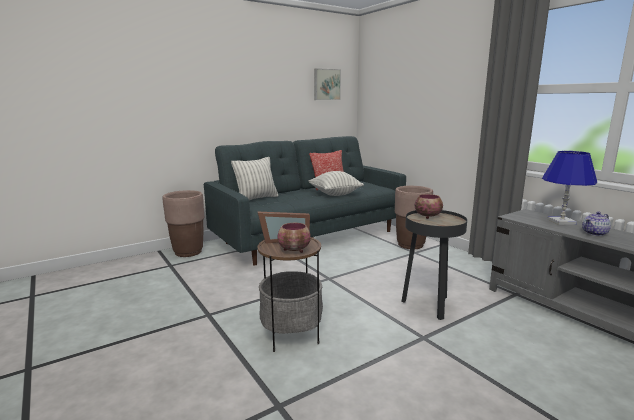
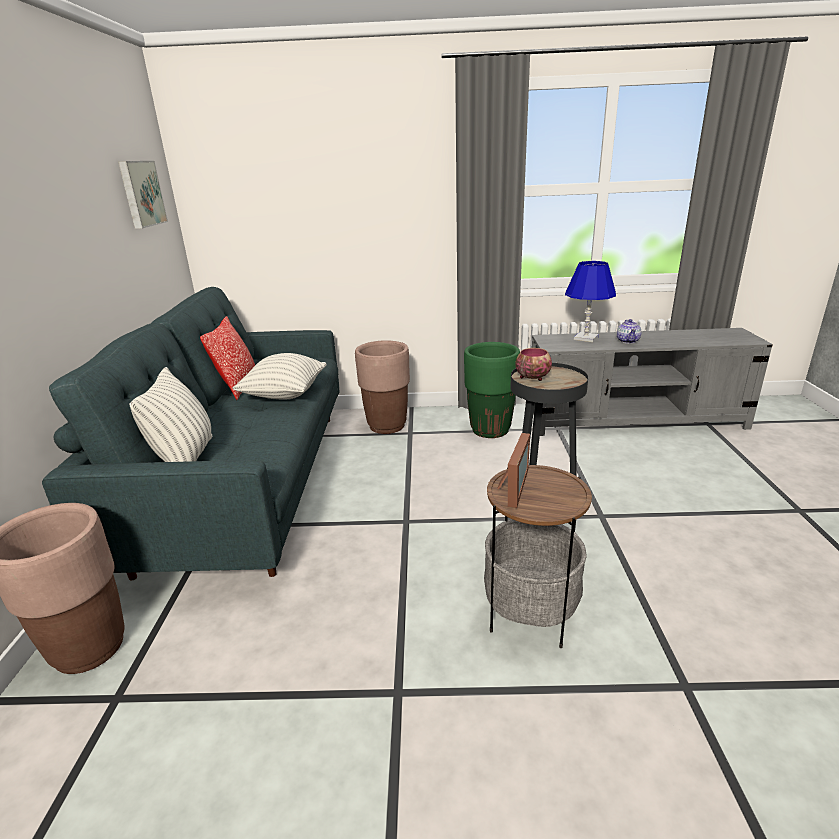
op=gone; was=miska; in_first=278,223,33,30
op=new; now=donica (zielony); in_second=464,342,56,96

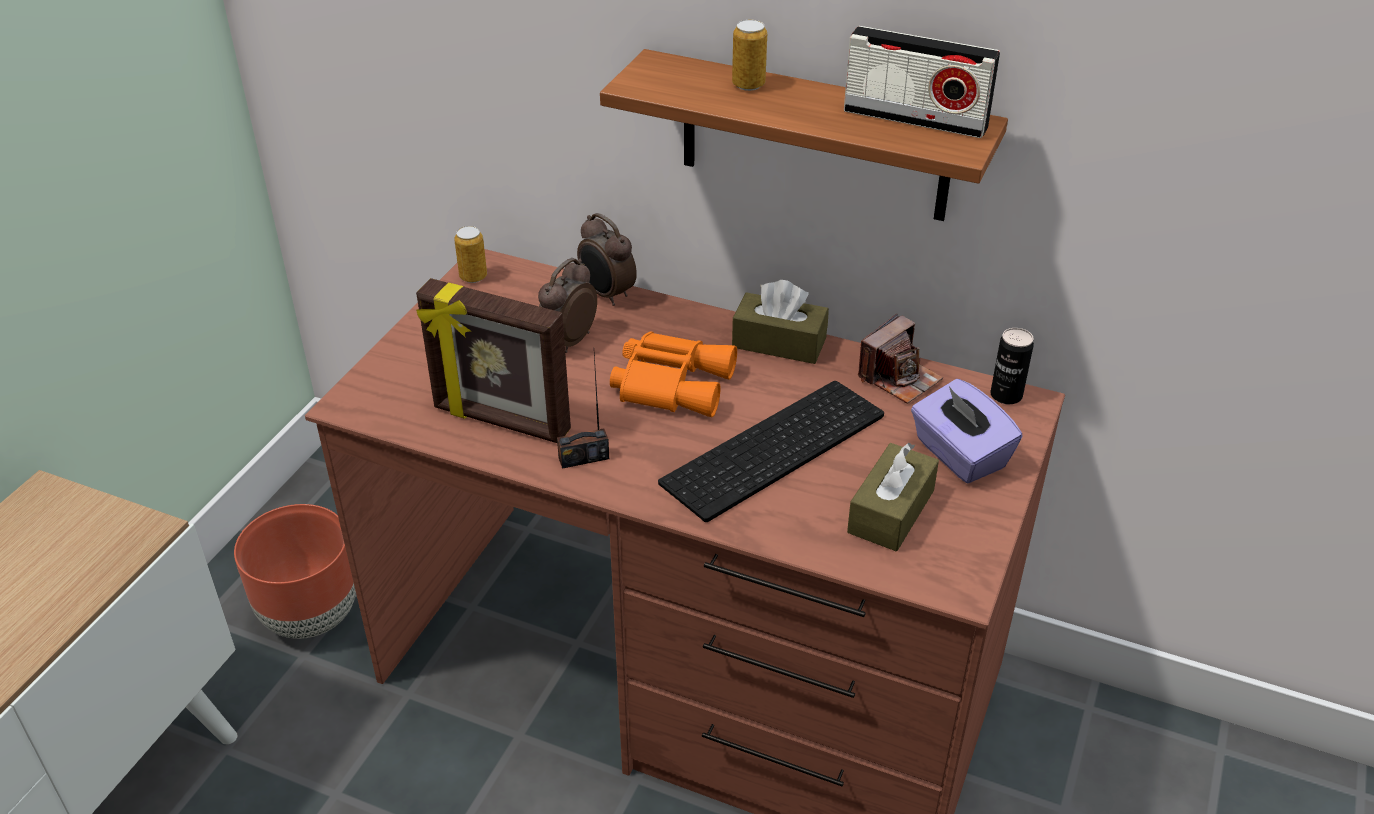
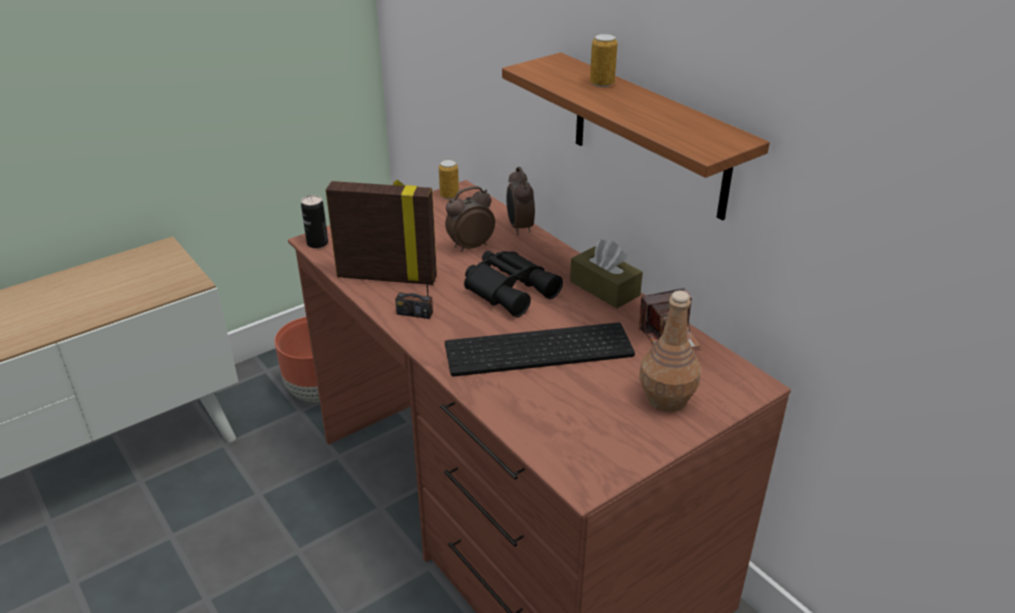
op=gone; was=radio; in_first=844,26,156,112
op=gone; was=pudełko chusteczek (brązowy); in_first=847,443,92,108
op=shifted; was=puszka; in_first=990,328,44,76; in_second=301,195,27,53
op=swapped; was=pudełko chusteczek (fioletowy); now=butelka (brązowy); in_first=911,379,112,104; in_second=639,291,62,121
op=repainted; was=lornetka (pomarańczowy); now=lornetka (czarny); in_first=610,331,127,86; in_second=464,251,99,66
op=rotated; was=ramka na zdjęcie; in_first=416,278,155,165; in_second=326,180,111,105; clockwise=135

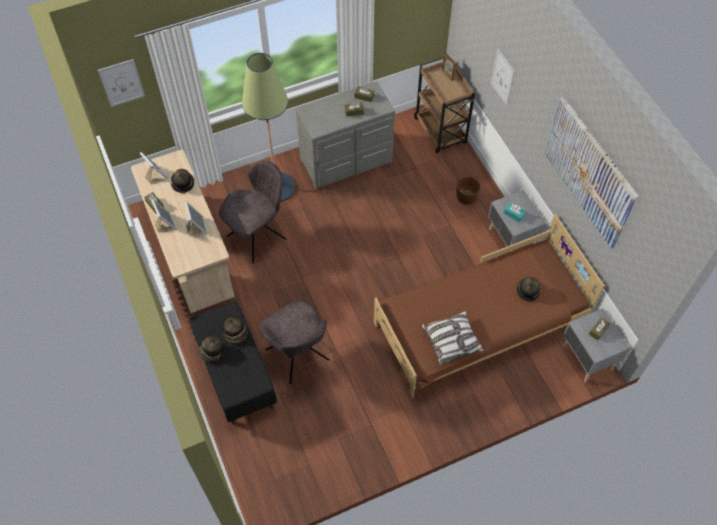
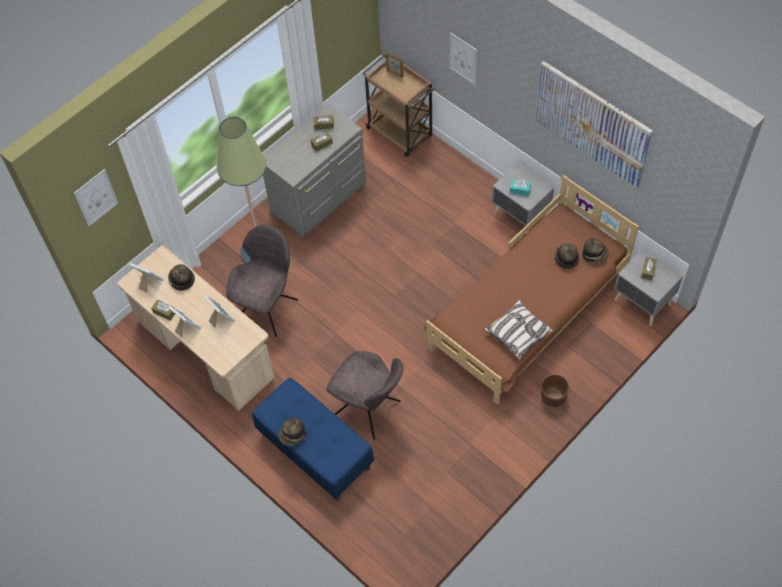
op=shifted; was=kapelusz; in_first=223,317,25,27; in_second=582,239,27,25
op=shifted; was=donica (brązowy); in_first=456,176,25,29; in_second=541,374,29,33
op=repainted; was=ławka (czarny); now=ławka (niebieski); in_first=190,301,87,124; in_second=252,378,122,123

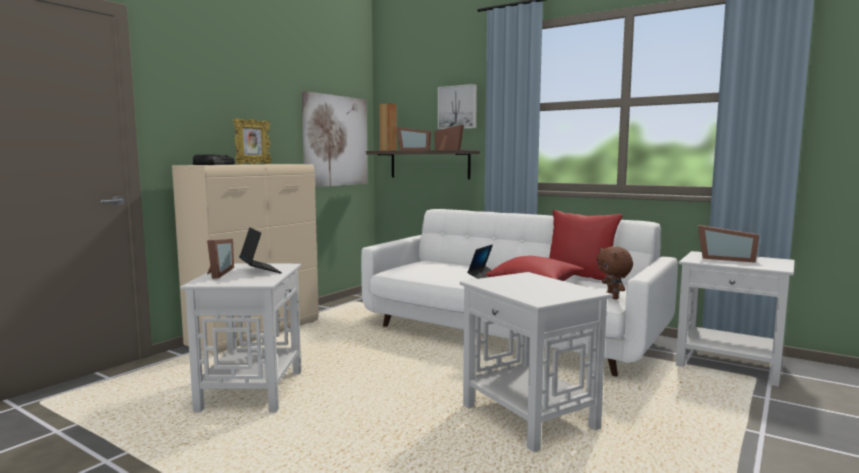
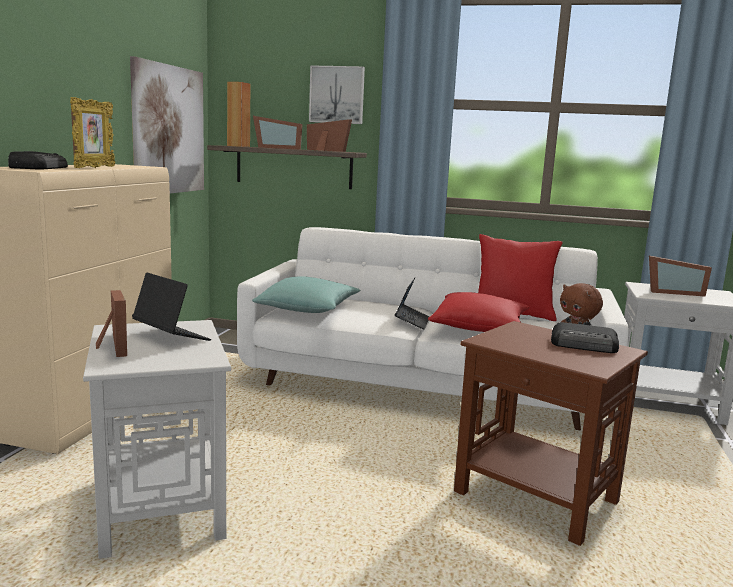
op=new; now=poduszka (turkusowy); in_second=252,276,108,37
op=new; now=radio; in_second=551,322,68,31
op=repainted; was=stolik (biały); now=stolik (brązowy); in_first=460,272,153,180; in_second=454,321,194,225

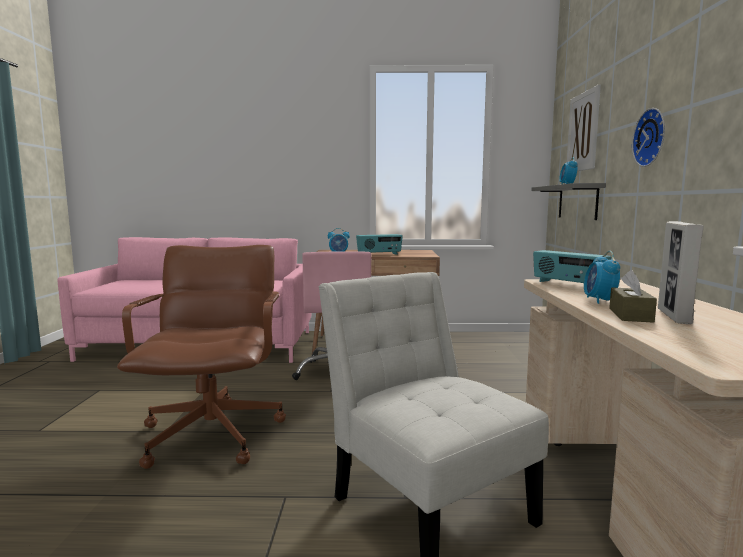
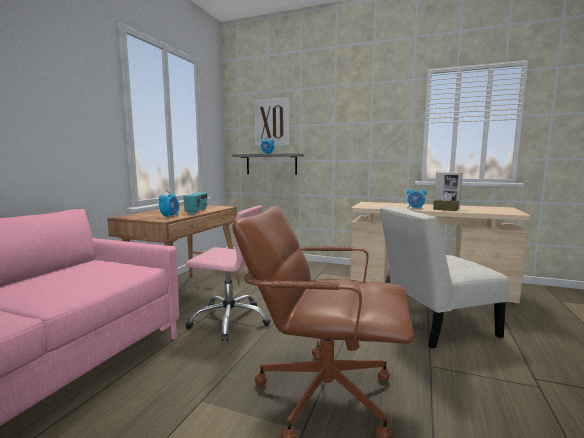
op=gone; was=radio; in_first=533,250,78,33
op=gone; was=zegar ścienny; in_first=632,108,33,59

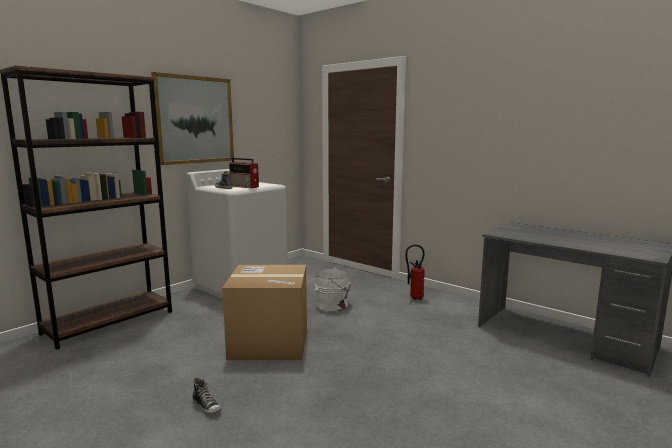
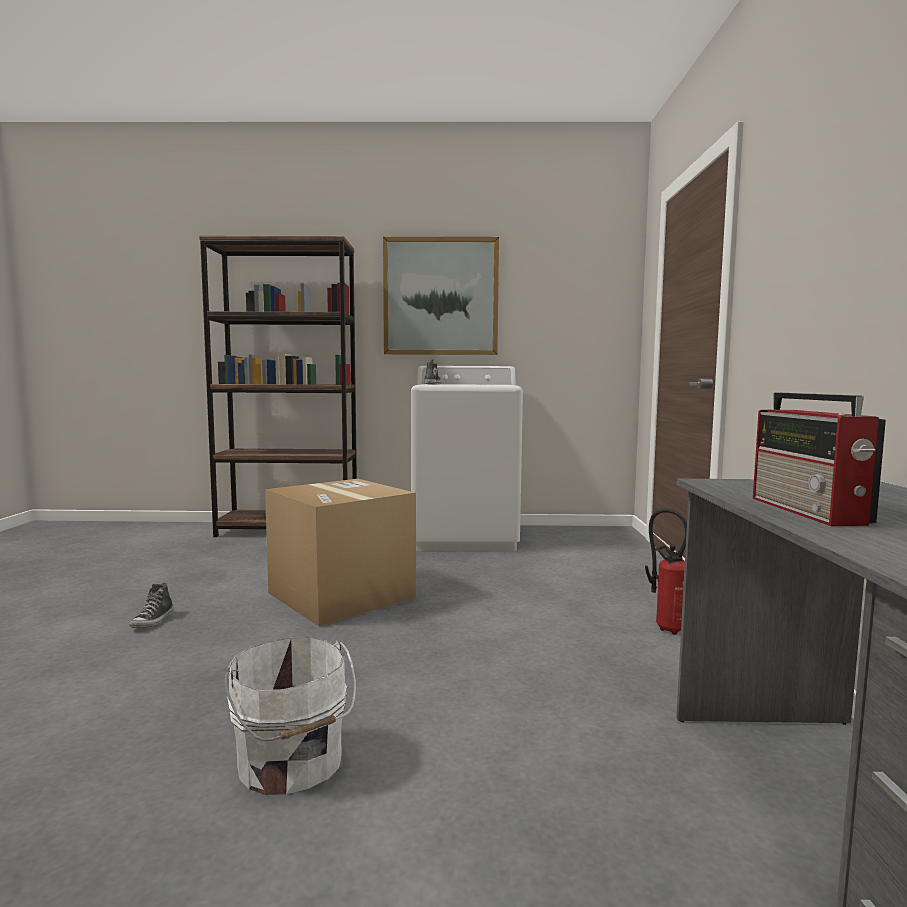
op=shifted; was=radio; in_first=229,158,30,30; in_second=753,393,133,133
op=shifted; was=wiadro (biały); in_first=315,267,36,44; in_second=225,637,131,158

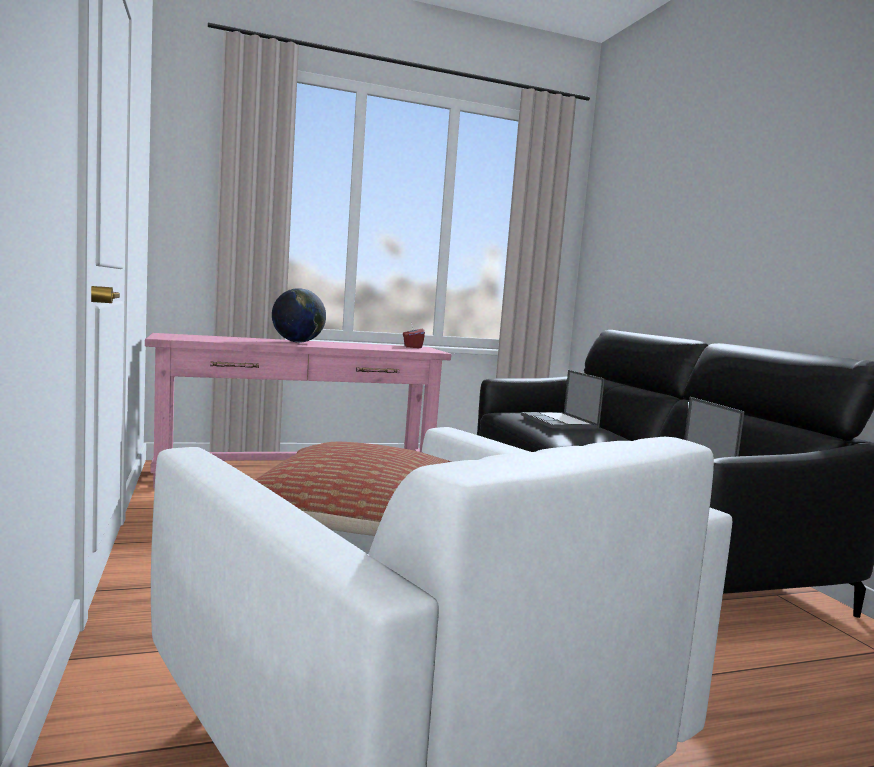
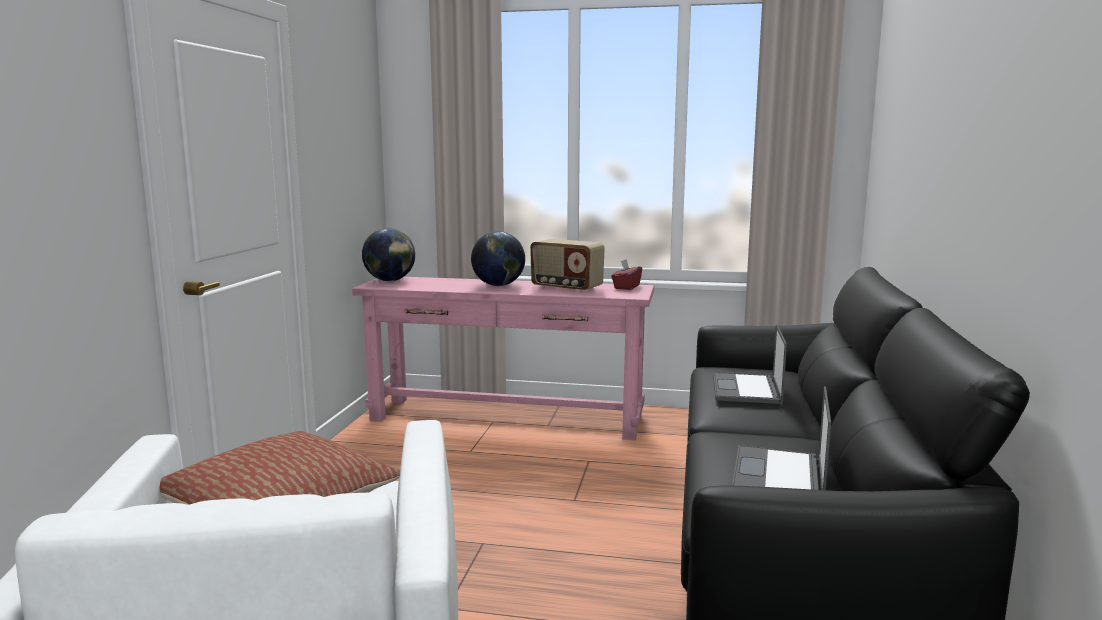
op=new; now=globus; in_second=362,228,53,53
op=new; now=radio; in_second=530,239,75,53

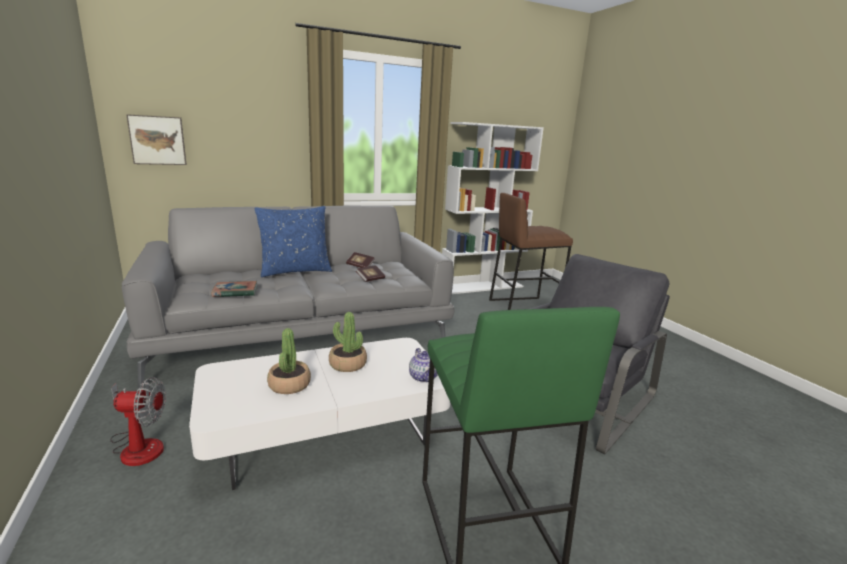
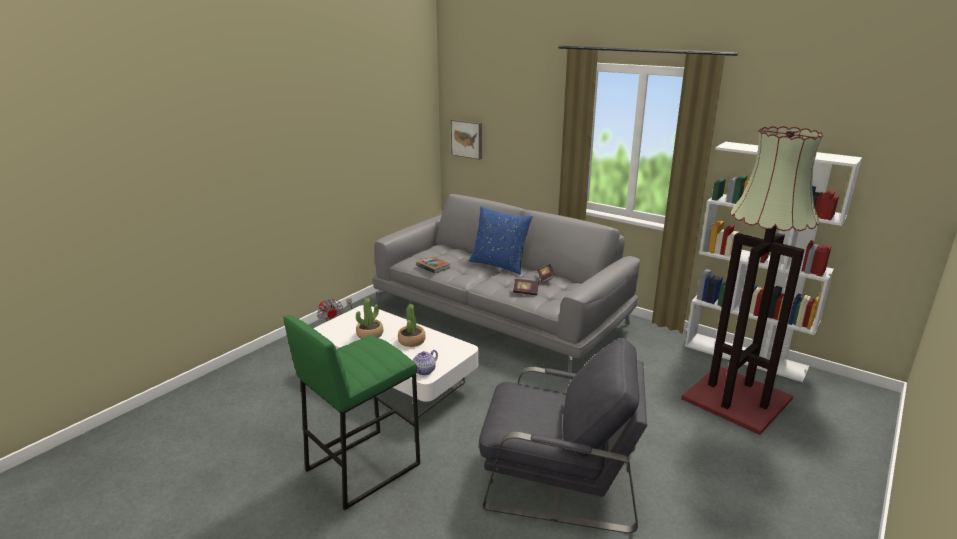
op=swapped; was=stołek (brązowy); now=lampa stojąca; in_first=489,193,84,117; in_second=681,126,142,309

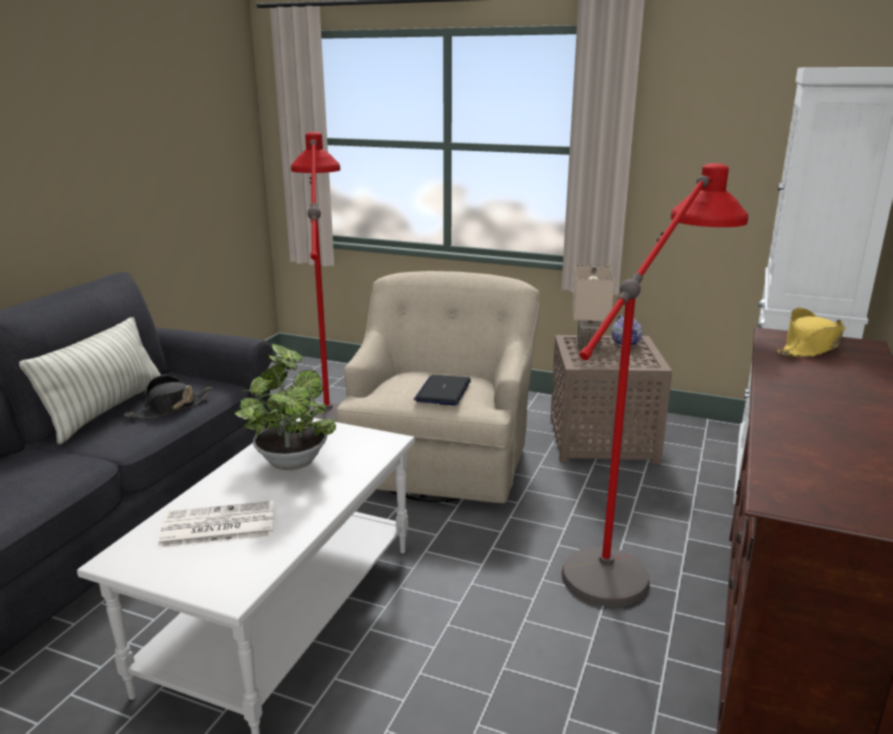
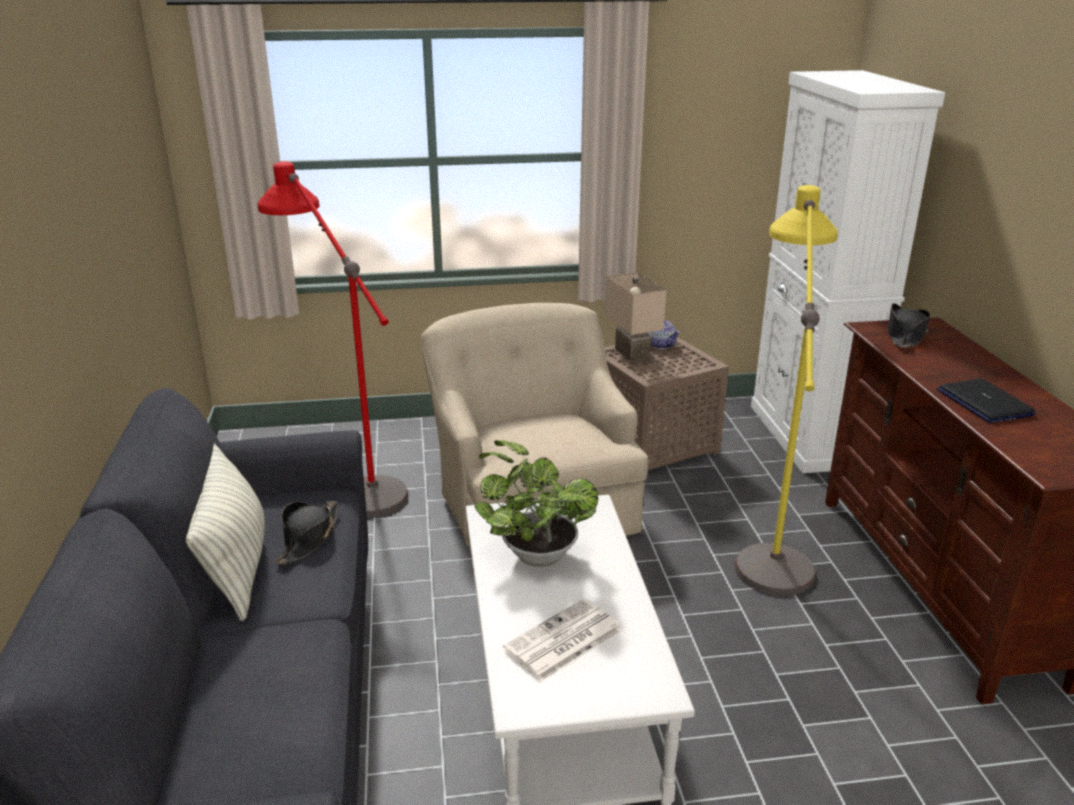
op=shifted; was=laptop; in_first=414,375,57,31; in_second=937,378,98,45
op=repainted; was=lampa stojąca (czerwony); now=lampa stojąca (żółty); in_first=561,163,187,444; in_second=735,185,103,411
op=repainted; was=kapelusz (żółty); now=kapelusz (czarny); in_first=777,308,69,49; in_second=888,303,42,45

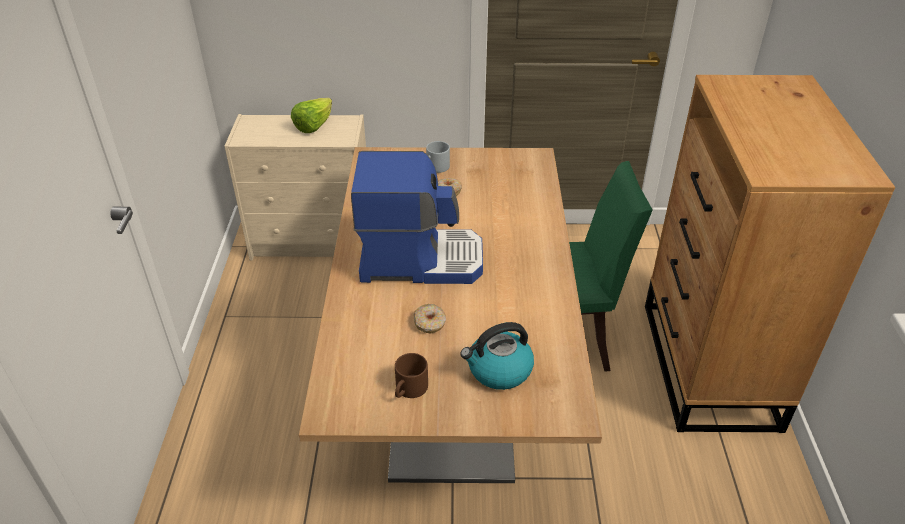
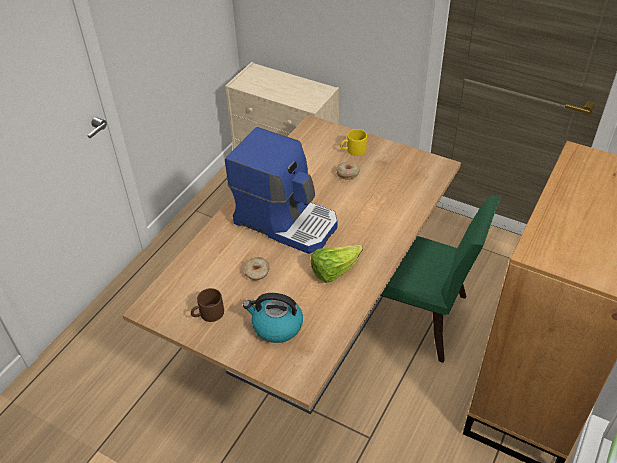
op=shifted; was=sałata; in_first=291,98,41,35; in_second=311,245,52,38
op=repainted; was=kubek (szary); now=kubek (żółty); in_first=426,141,24,32; in_second=340,129,27,27

